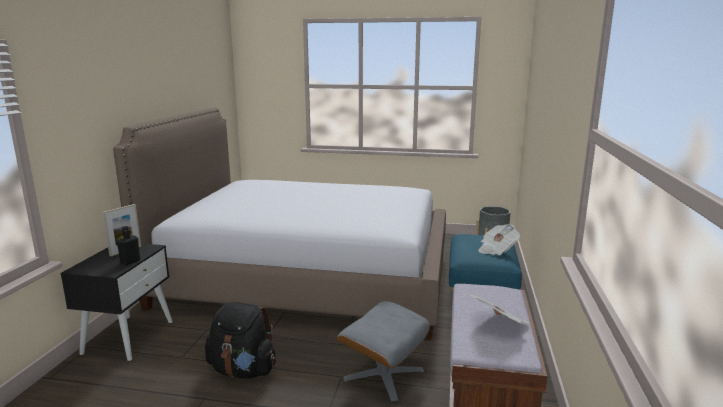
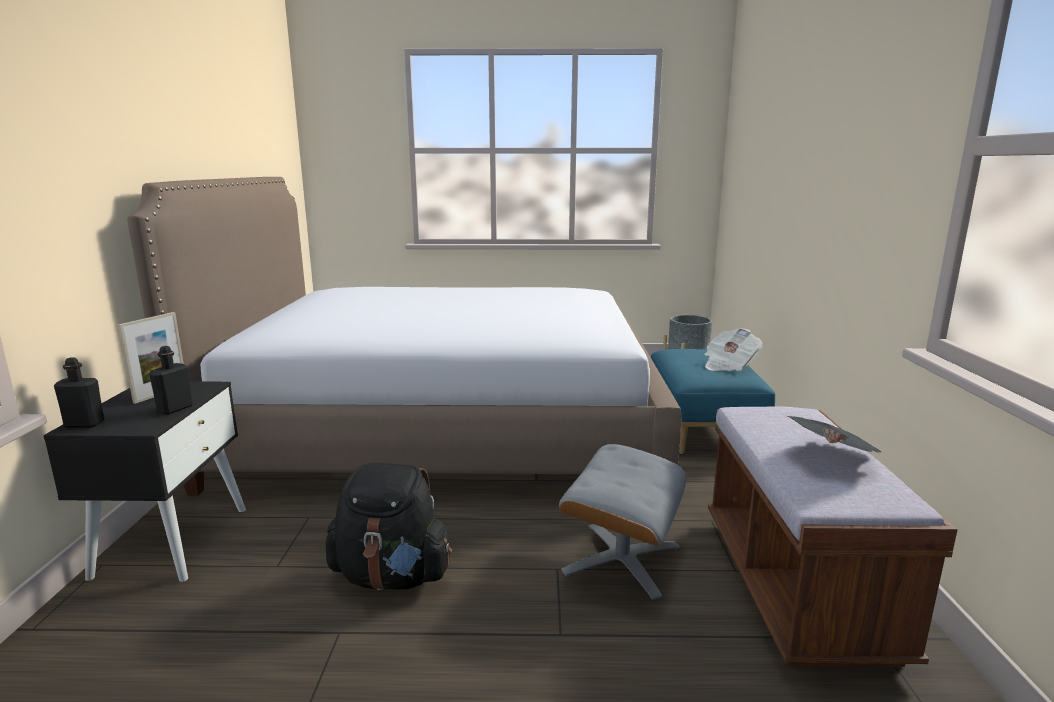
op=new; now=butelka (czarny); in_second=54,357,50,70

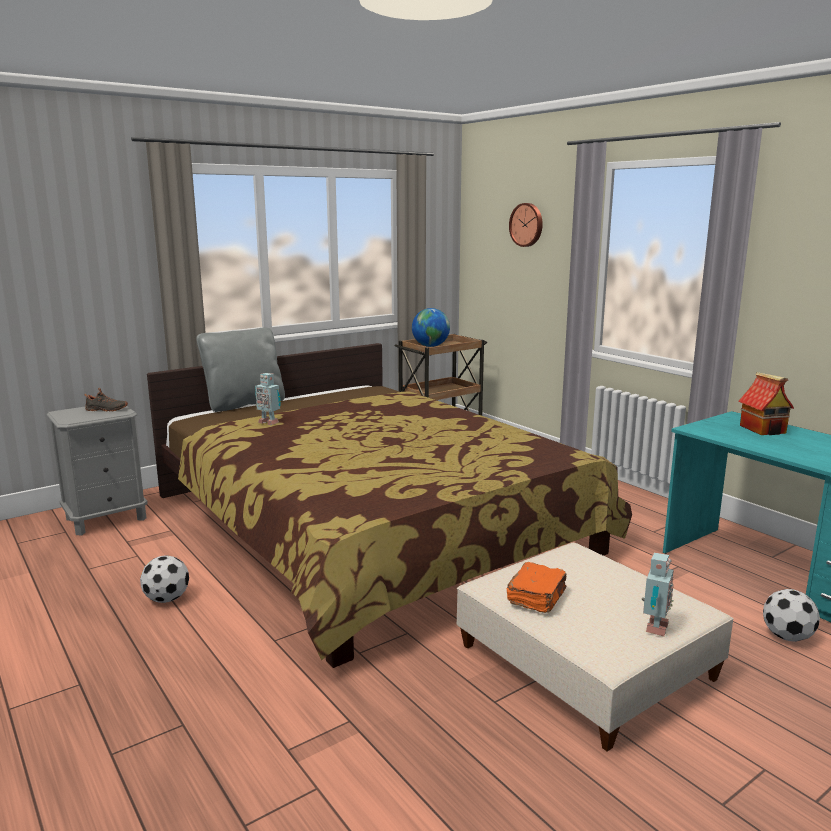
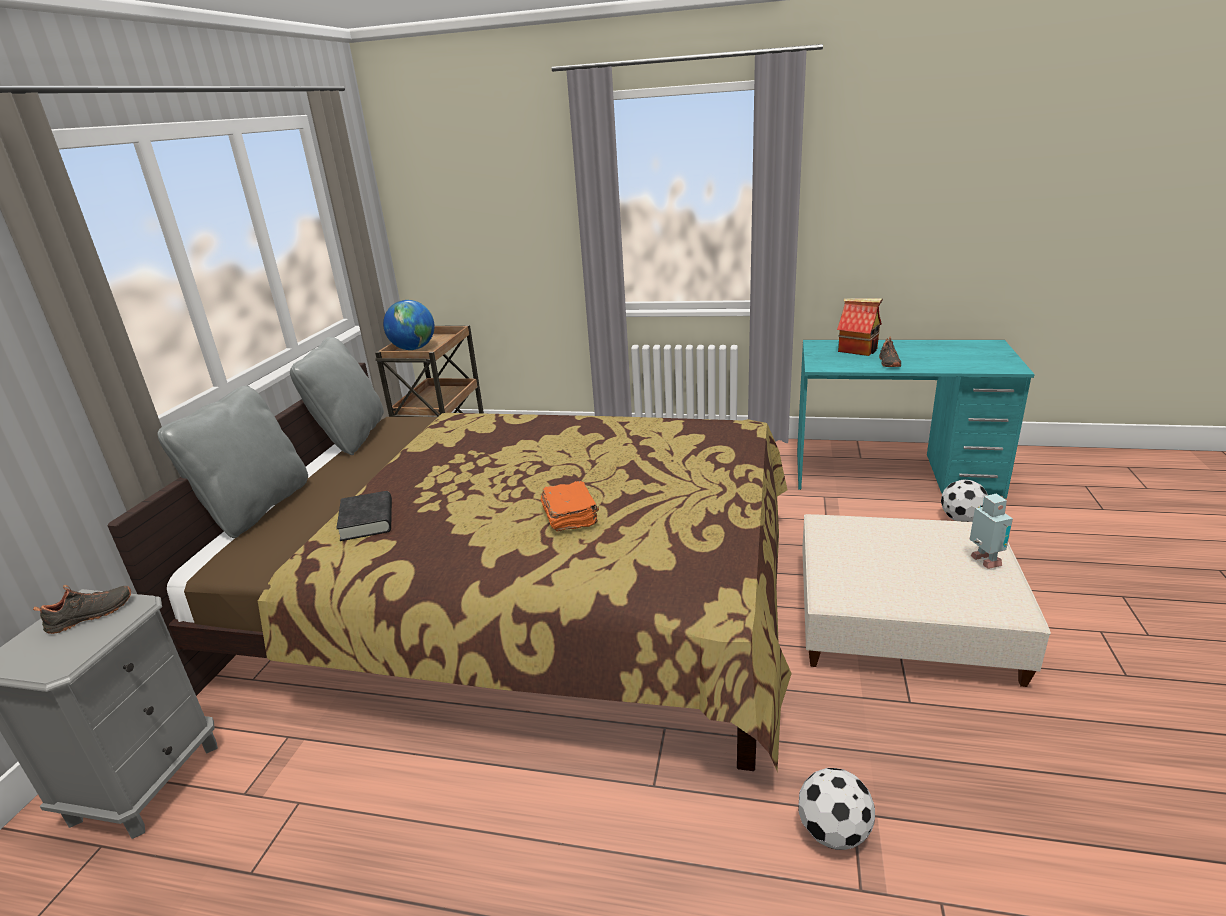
op=gone; was=zegar ścienny; in_first=509,203,34,44
op=new; now=poduszka (szary); in_second=290,337,94,118
op=new; now=but (czarny); in_second=879,337,22,30
op=shifted; was=piłka futbolowa; in_first=140,555,49,48; in_second=798,768,77,82
op=shifted; was=książka (pomarańczowy); in_first=507,562,59,51; in_second=541,481,58,50
op=swapped; was=robot zabawkowy; now=książka (czarny); in_first=255,373,26,52; in_second=336,491,56,50

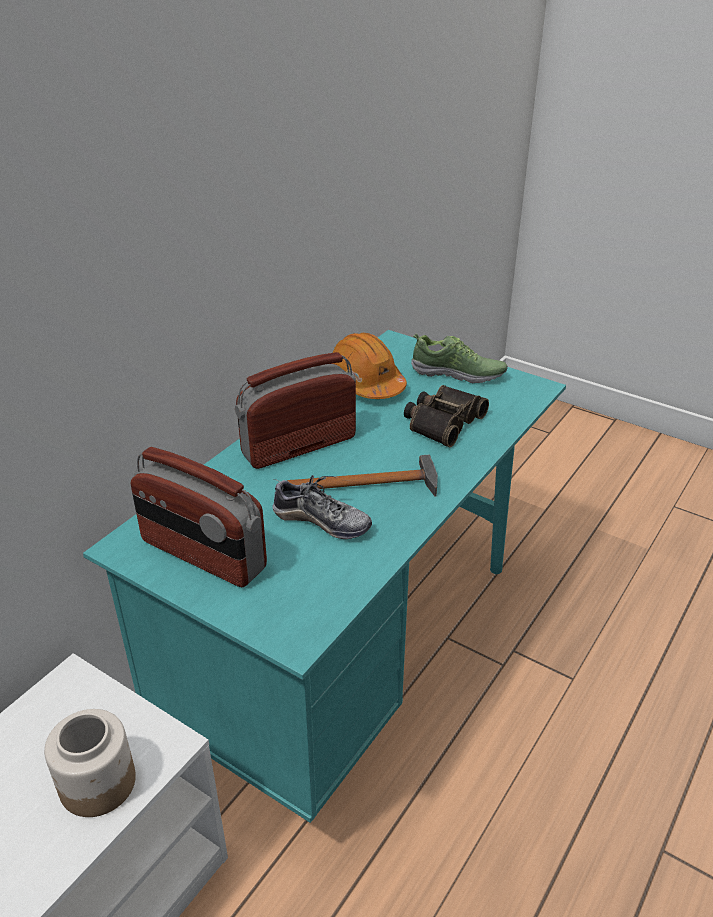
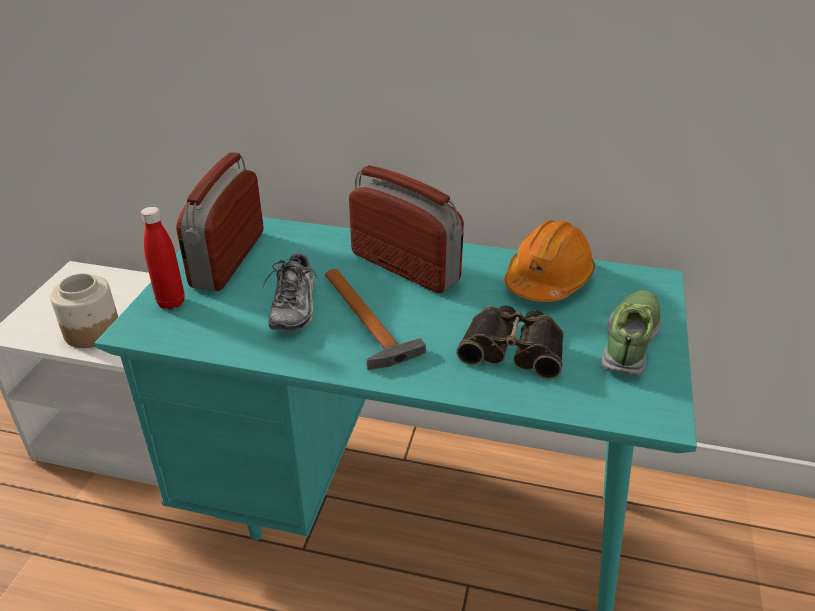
op=new; now=butelka (czerwony); in_second=141,207,43,103
op=rotated; was=but; in_first=411,333,97,50; in_second=601,290,60,86; clockwise=-150

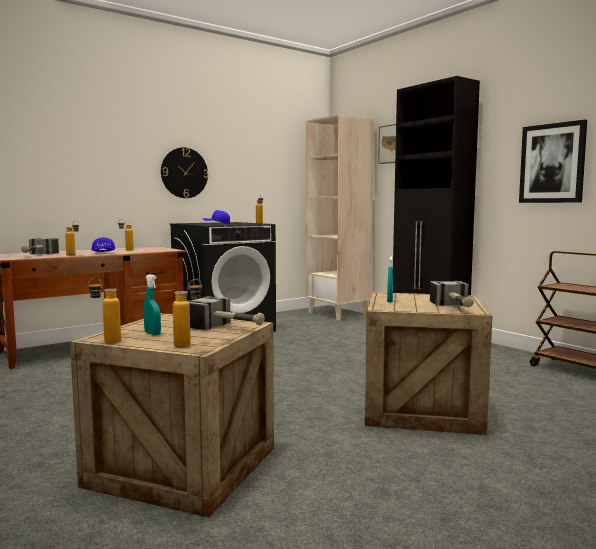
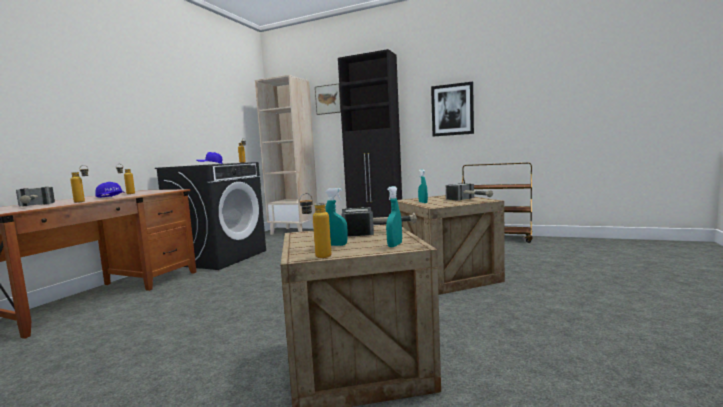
op=gone; was=zegar ścienny; in_first=161,147,47,51
op=swapped; was=butelka; now=spryskiwacz (turkusowy); in_first=173,279,29,69; in_second=386,186,16,61

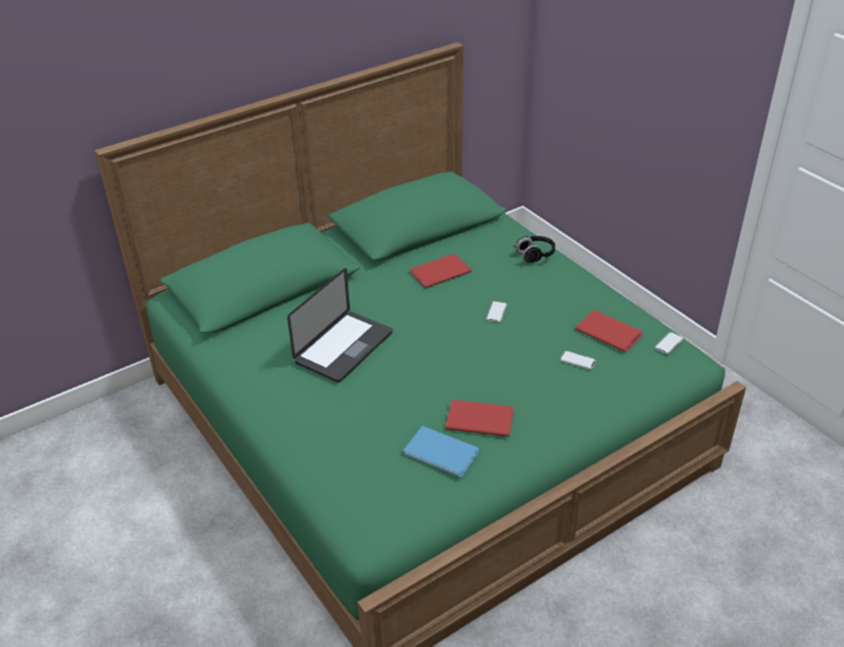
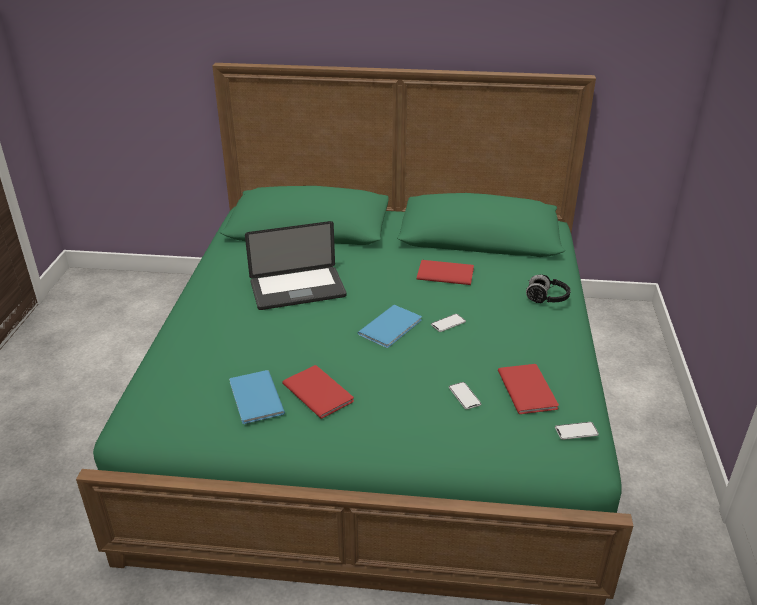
op=new; now=książka (niebieski); in_second=357,305,65,43

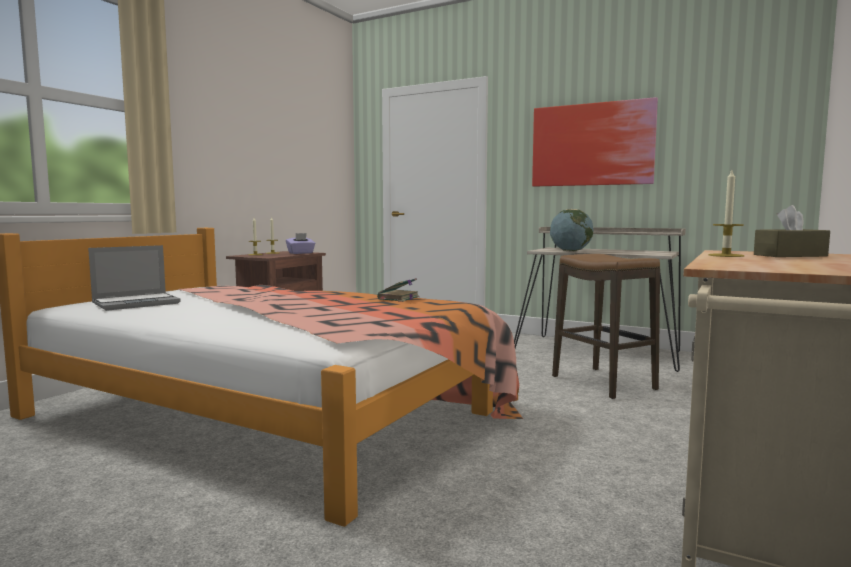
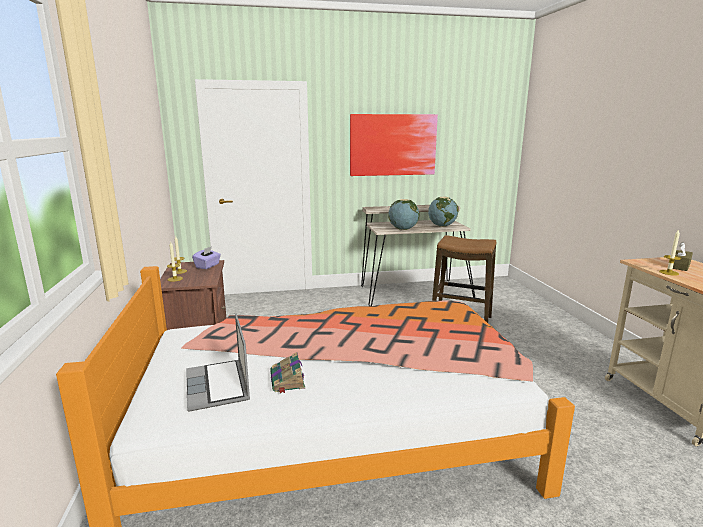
op=new; now=globus; in_second=428,196,30,31
op=shifted; was=książka; in_first=377,278,43,24; in_second=270,352,35,42
op=rotated; was=laptop; in_first=88,245,93,66; in_second=186,313,64,98; clockwise=150

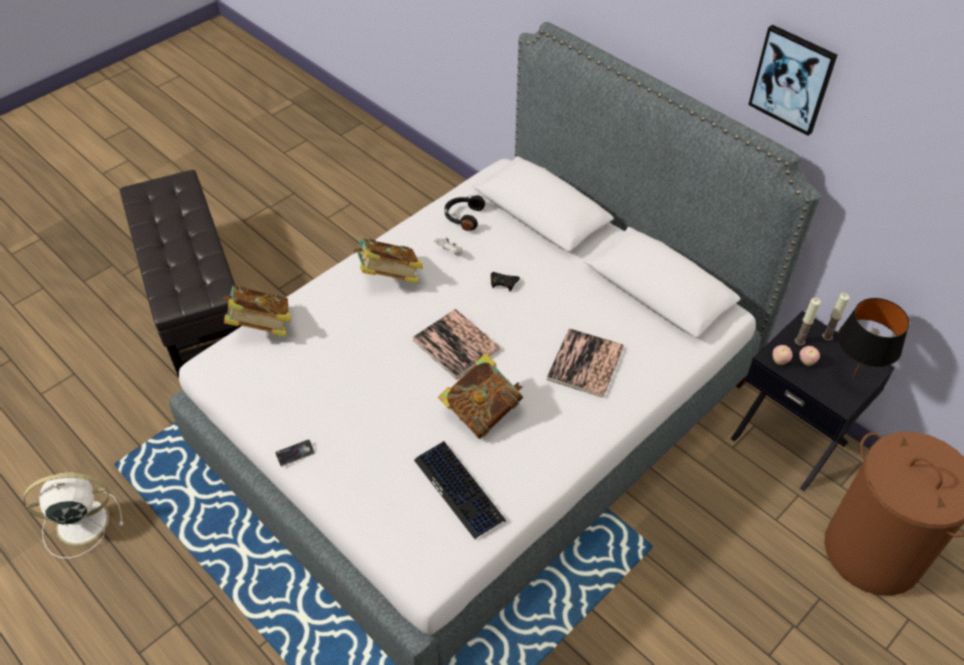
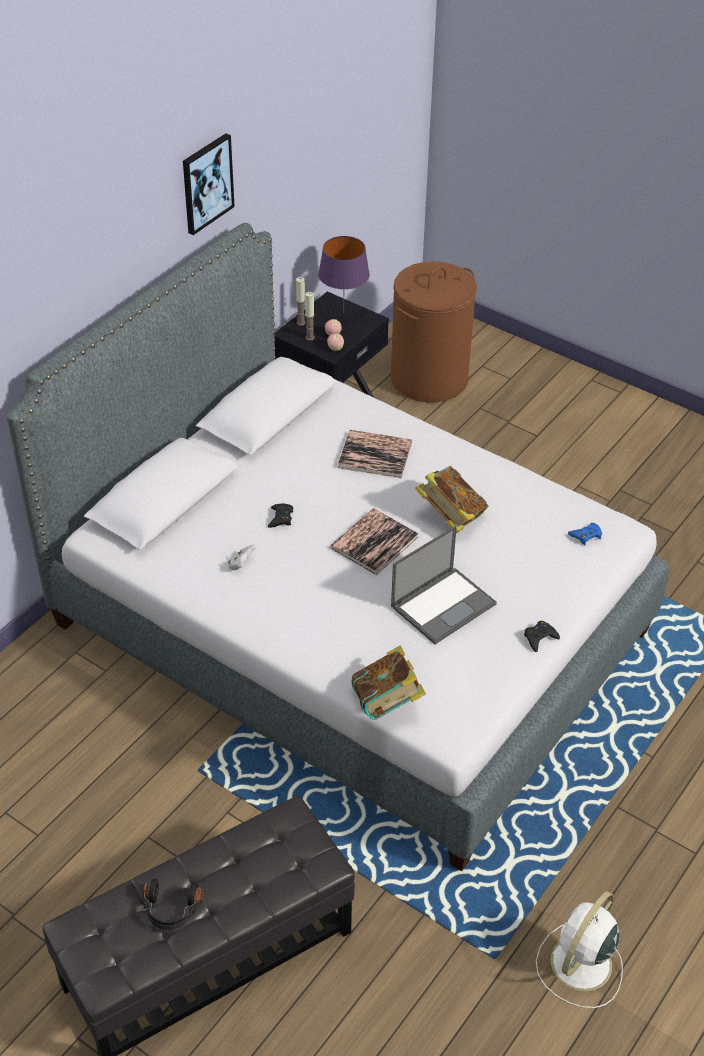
op=gone; was=książka; in_first=353,238,70,46
op=gone; was=klawiatura; in_first=414,441,92,98
op=new; now=laptop; in_second=391,525,106,119
op=new; now=pad do gier (niebieski); in_second=568,523,34,22
op=shifted; was=słuchawki (czarny); in_first=445,195,40,36; in_second=143,878,61,52
op=swapped; was=telefon; now=pad do gier (czarny); in_first=275,439,40,28; in_second=524,621,36,31
op=repainted; was=lampa stołowa (czarny); now=lampa stołowa (fioletowy); in_first=838,298,71,79; in_second=318,236,52,77
op=rotated; was=wentylator (biały); in_first=23,473,100,86; in_second=536,891,87,117; clockwise=60

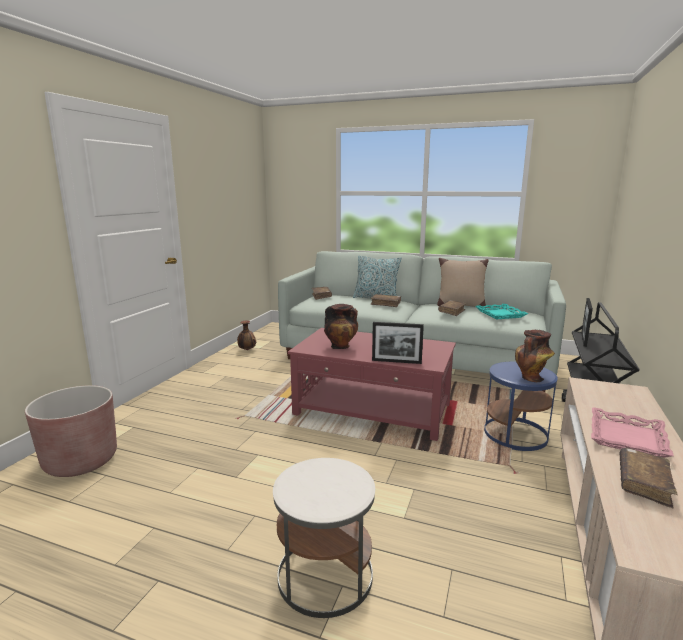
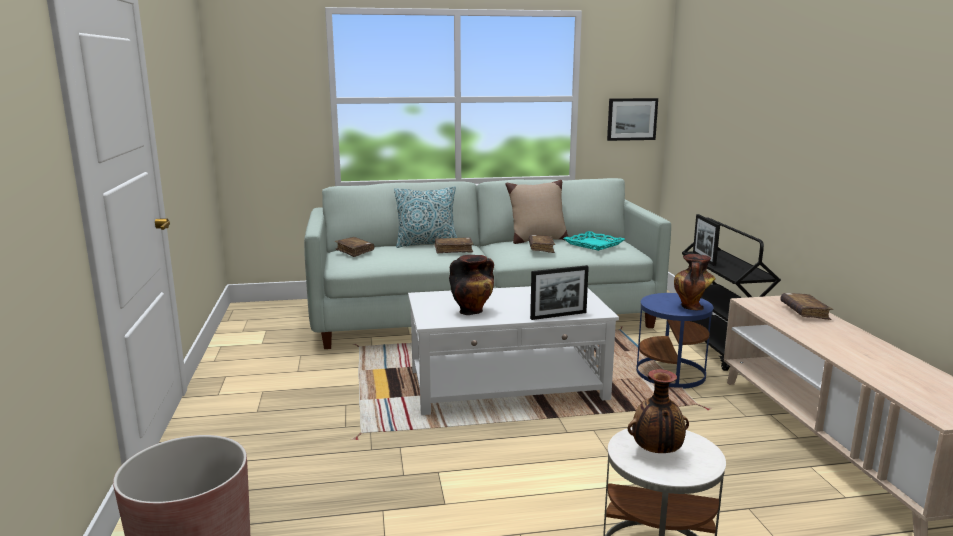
op=gone; was=taca (różowy); in_first=591,407,83,51
op=new; now=obraz; in_second=607,98,51,43
op=shifted; was=wazon; in_first=237,321,19,29; in_second=628,369,61,84
op=shifted; was=książka (brązowy); in_first=620,448,58,60; in_second=780,293,53,27
op=repainted; was=ława (czerwony); now=ława (biały); in_first=288,328,168,113; in_second=408,286,211,129

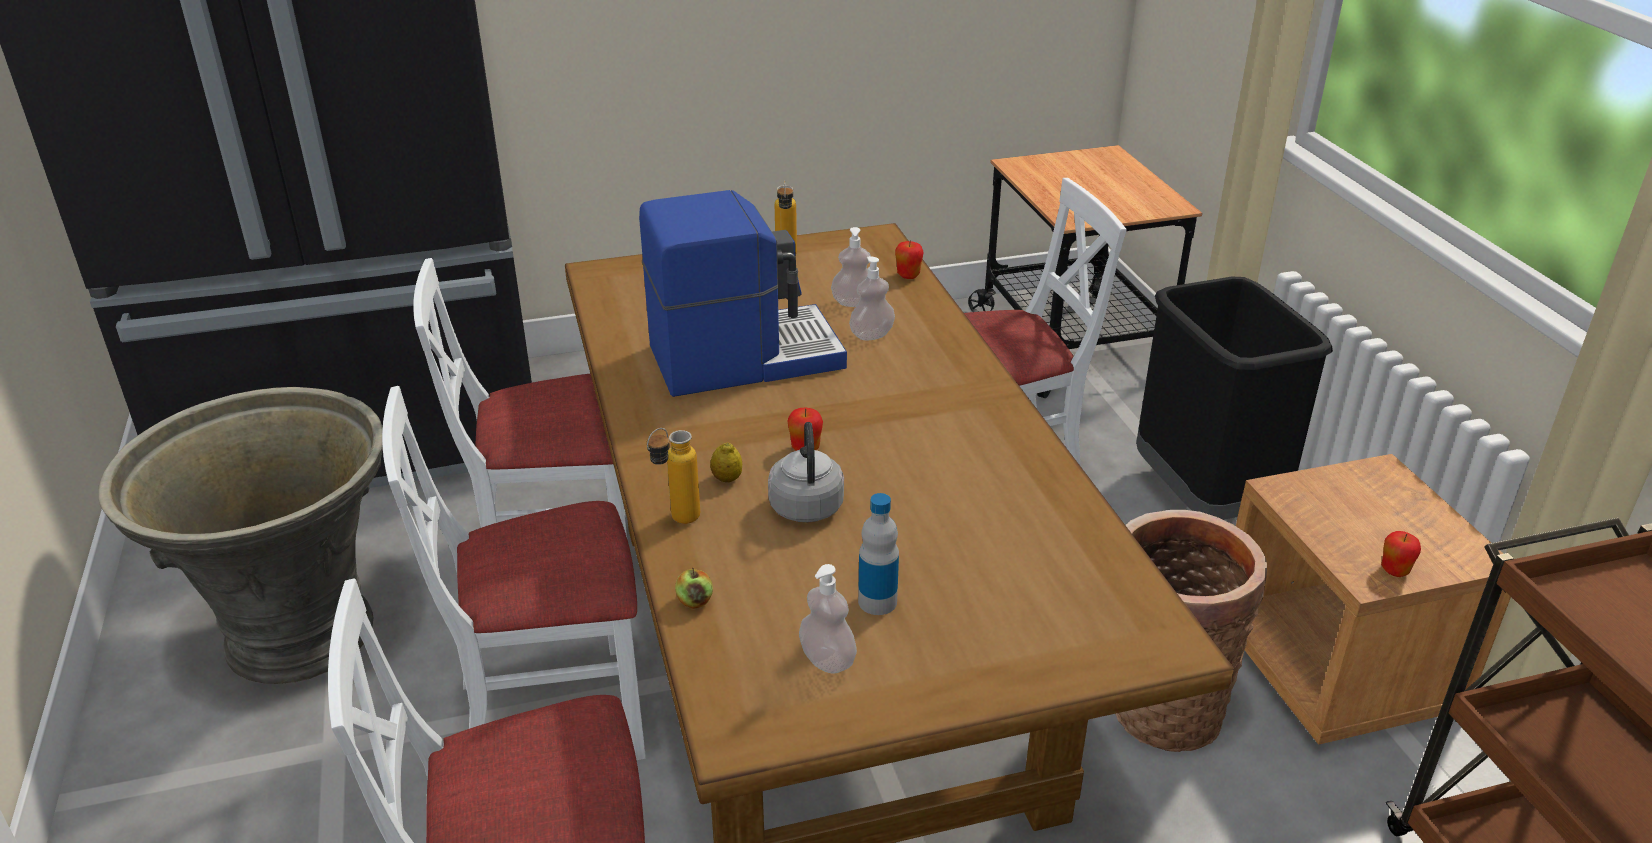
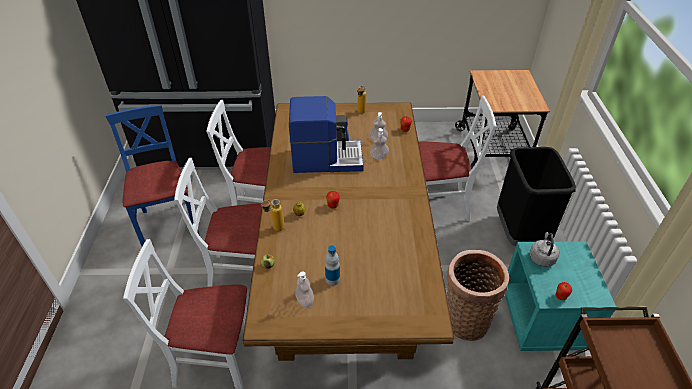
op=shifted; was=czajnik (szary); in_first=768,422,76,100; in_second=530,232,29,35
op=swapped; was=donica (szary); now=krzesło (niebieski); in_first=98,387,285,297; in_second=105,104,95,142
op=repainted; was=szafka nocna (brązowy); now=szafka nocna (turkusowy); in_first=1236,454,275,291; in_second=505,241,111,110

